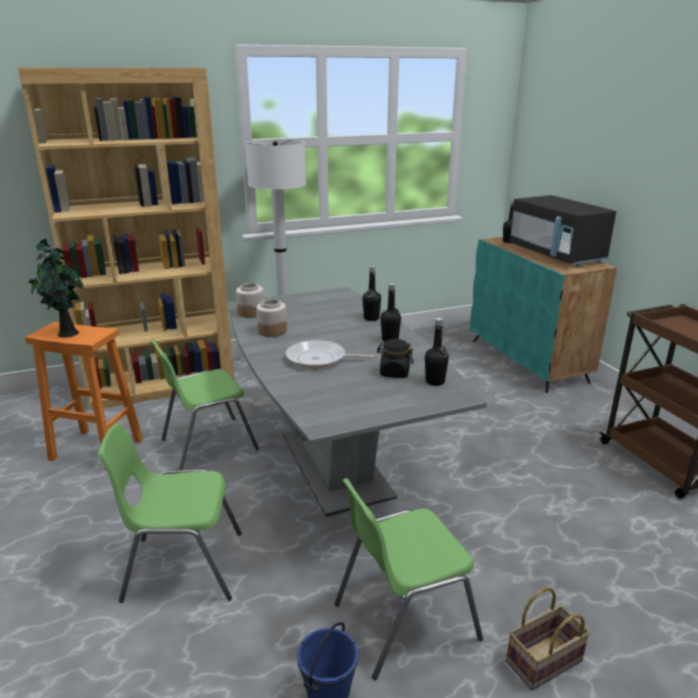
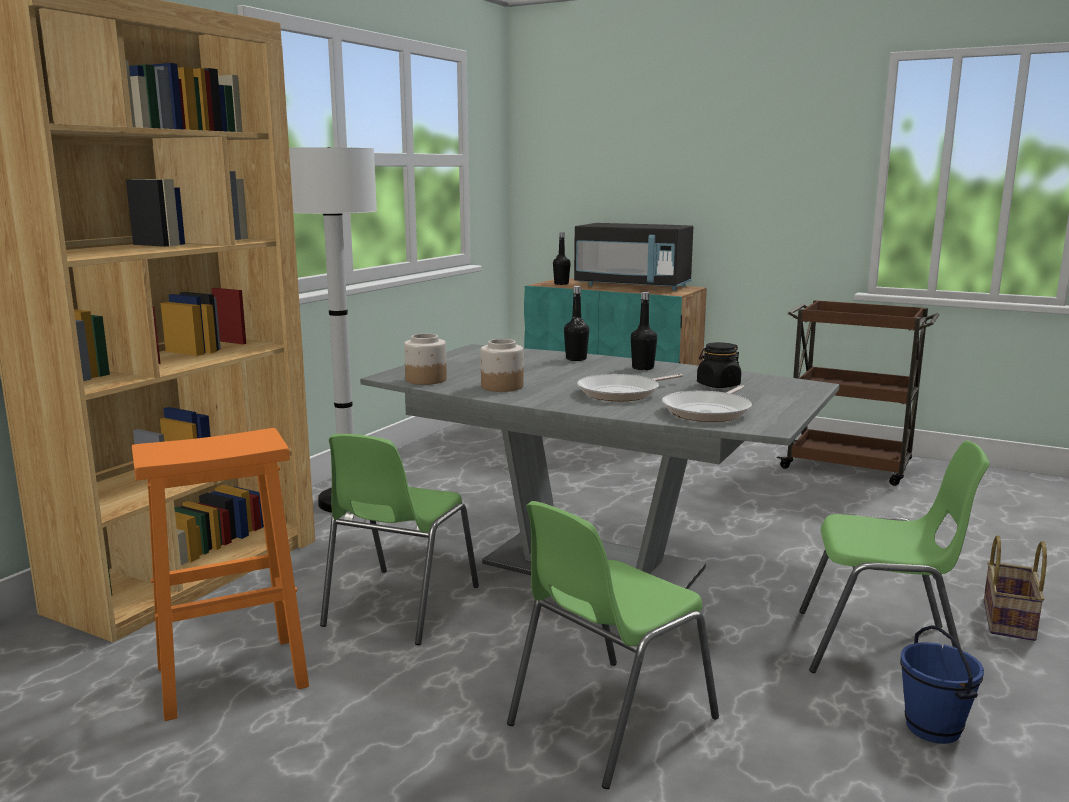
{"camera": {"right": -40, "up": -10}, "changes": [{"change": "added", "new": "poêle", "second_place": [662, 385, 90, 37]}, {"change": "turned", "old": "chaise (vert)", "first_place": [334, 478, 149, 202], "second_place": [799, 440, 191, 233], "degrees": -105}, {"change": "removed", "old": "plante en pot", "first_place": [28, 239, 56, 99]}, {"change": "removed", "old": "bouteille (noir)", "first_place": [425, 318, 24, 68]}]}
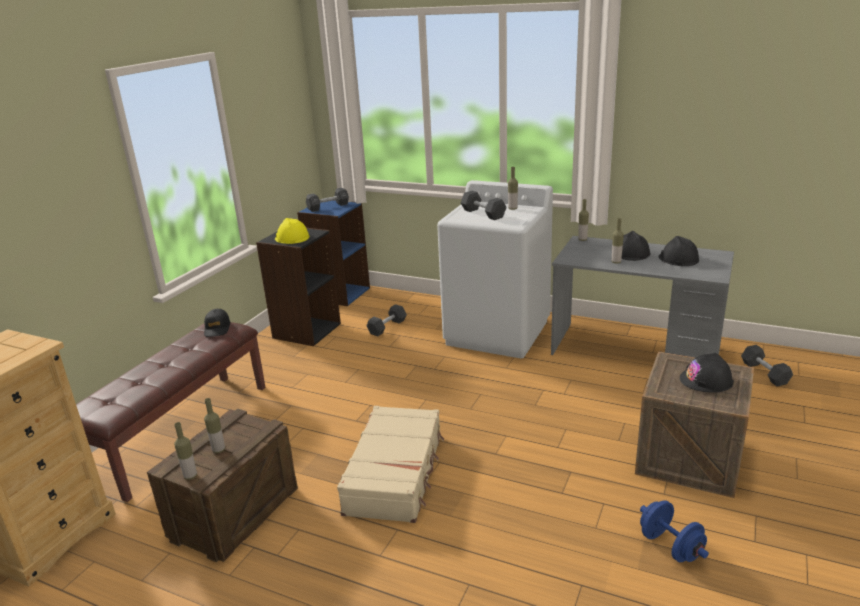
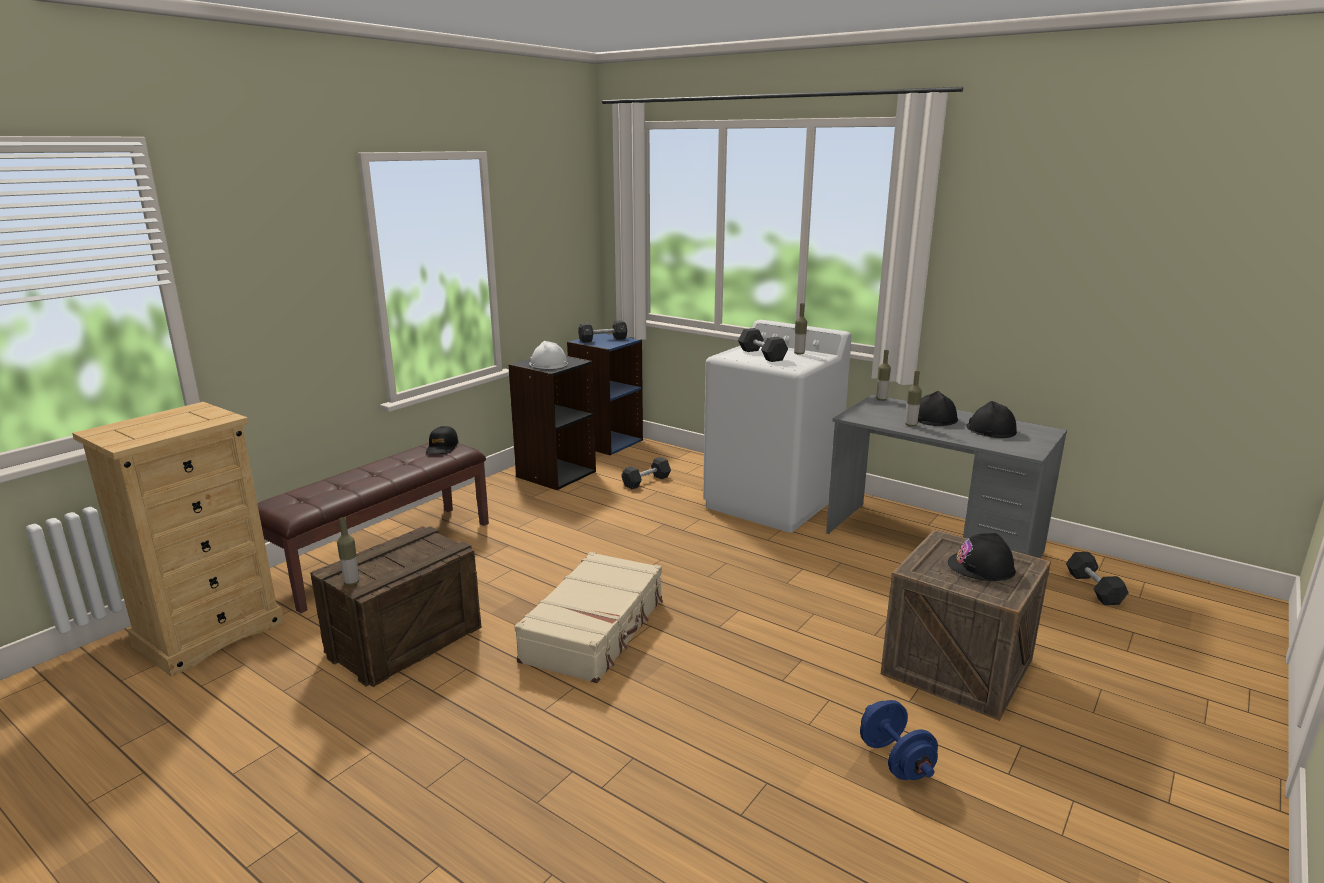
{"camera": {"right": 10, "up": -5}, "changes": [{"change": "recoloured", "old": "casque de chantier (jaune)", "new": "casque de chantier (blanc)", "first_place": [275, 218, 34, 26], "second_place": [529, 341, 39, 28]}, {"change": "removed", "old": "bouteille", "first_place": [204, 398, 21, 55]}]}
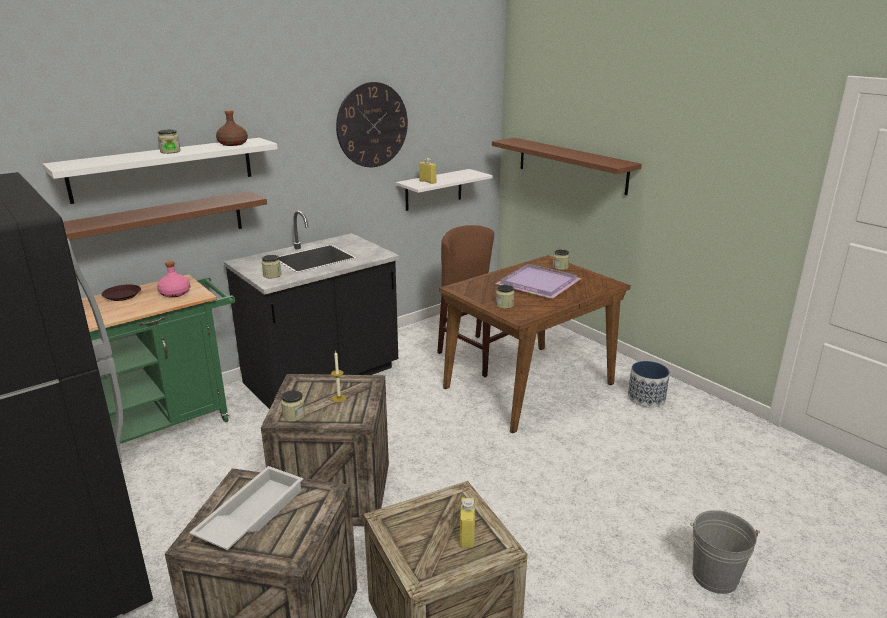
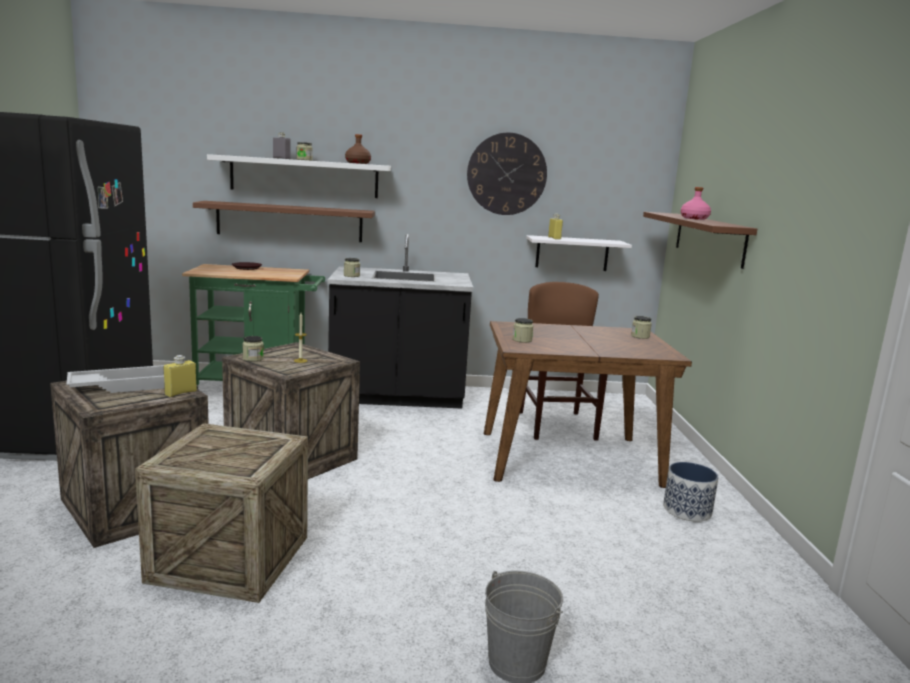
{"camera": {"right": 35, "up": -10}, "changes": [{"change": "moved", "old": "bouteille (jaune)", "first_place": [460, 498, 15, 50], "second_place": [163, 355, 34, 42]}, {"change": "added", "new": "bouteille (gris)", "second_place": [273, 132, 18, 27]}, {"change": "moved", "old": "bouteille (rose)", "first_place": [157, 261, 33, 37], "second_place": [681, 187, 30, 33]}, {"change": "removed", "old": "plateau (violet)", "first_place": [496, 263, 86, 36]}]}
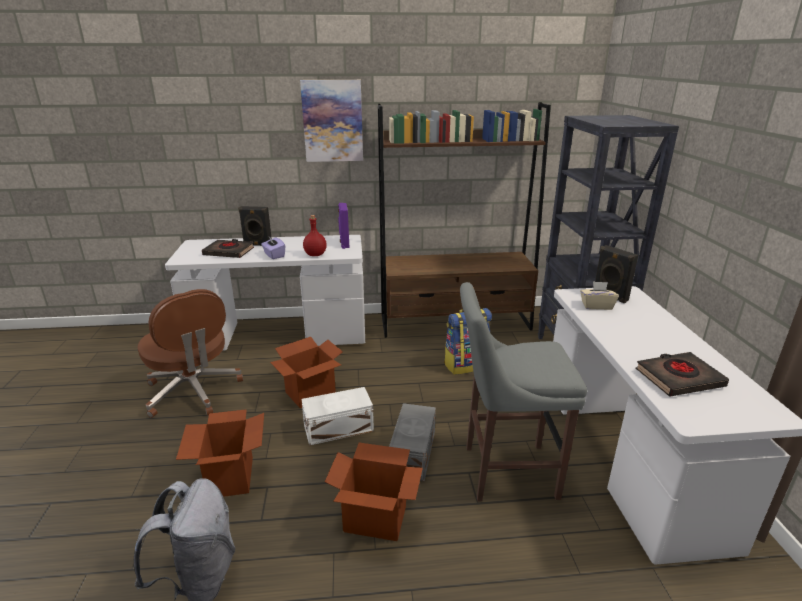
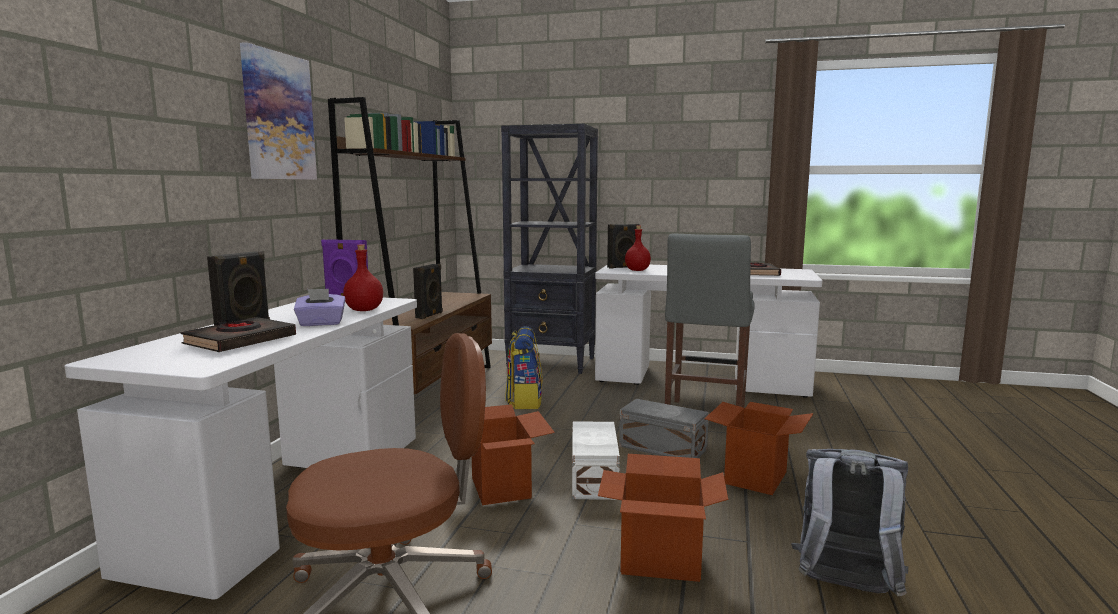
{"camera": {"right": -70, "up": -15}, "changes": [{"change": "added", "new": "enceinte (noir)", "second_place": [413, 264, 30, 55]}, {"change": "replaced", "old": "boîte à mouchoirs (beige)", "new": "bouteille (rouge)", "first_place": [580, 281, 39, 29], "second_place": [625, 225, 26, 46]}]}
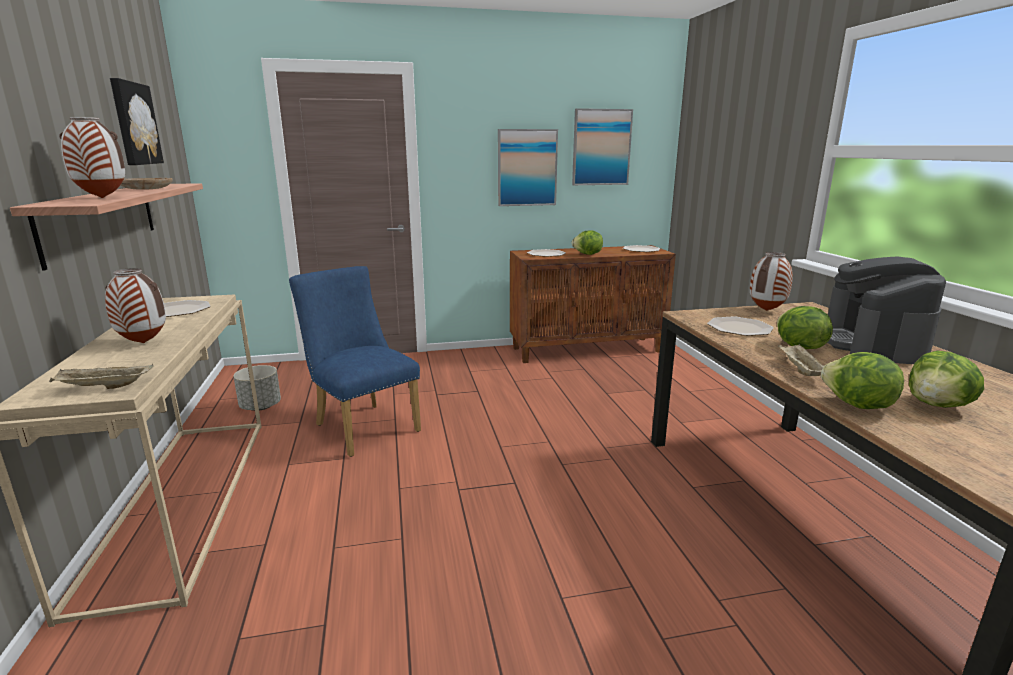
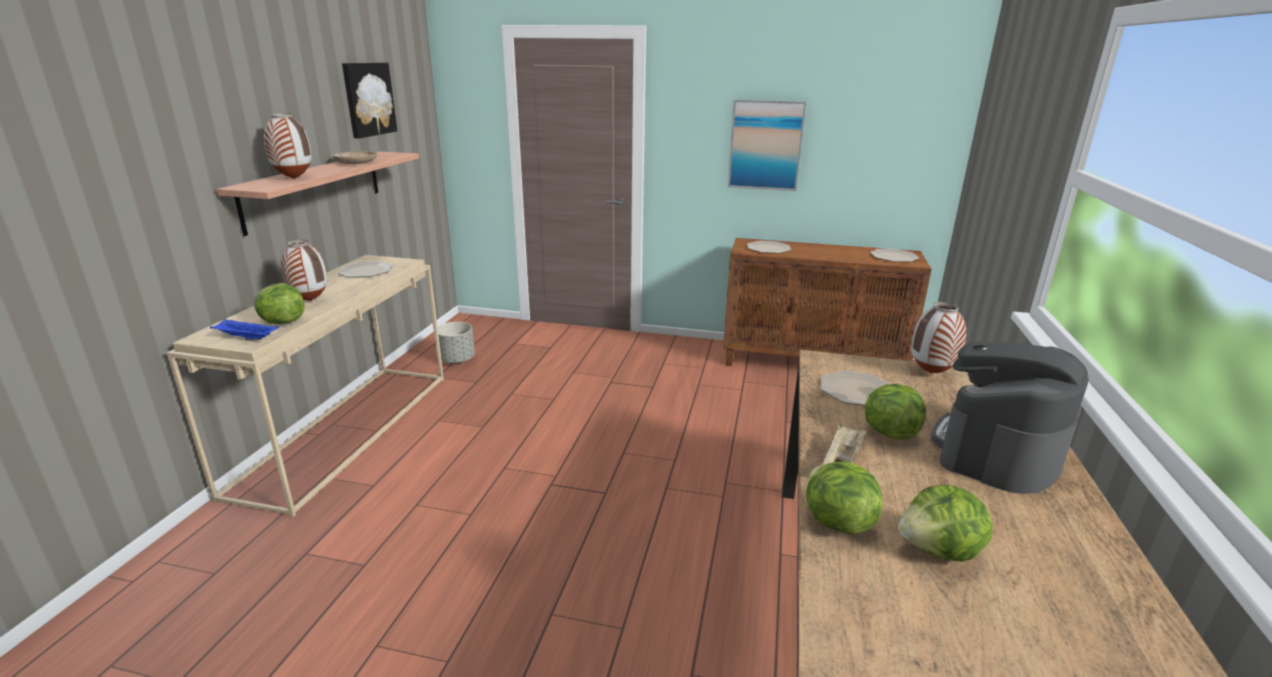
{"camera": {"right": 25, "up": 5}, "changes": [{"change": "recoloured", "old": "plateau (beige)", "new": "plateau (bleu)", "first_place": [49, 364, 105, 25], "second_place": [210, 319, 69, 22]}, {"change": "moved", "old": "laitue", "first_place": [572, 230, 31, 25], "second_place": [254, 283, 51, 41]}, {"change": "removed", "old": "chaise (bleu)", "first_place": [289, 266, 132, 191]}, {"change": "removed", "old": "tableau", "first_place": [572, 108, 61, 77]}]}
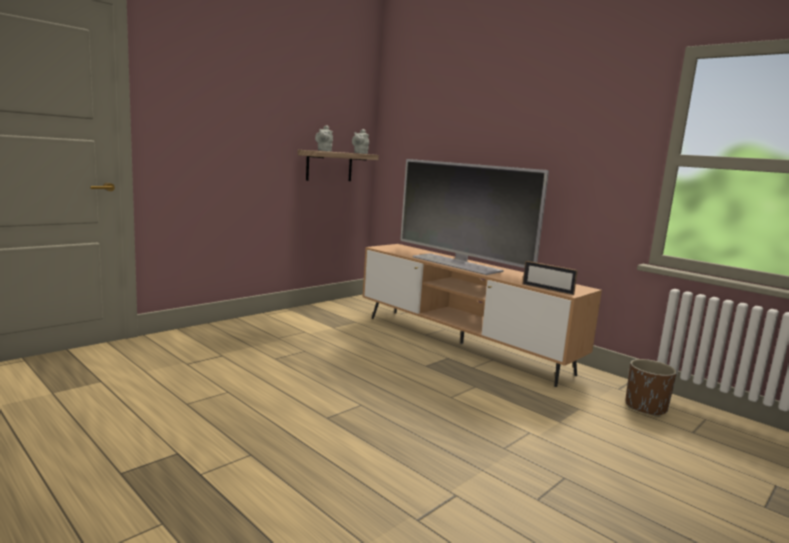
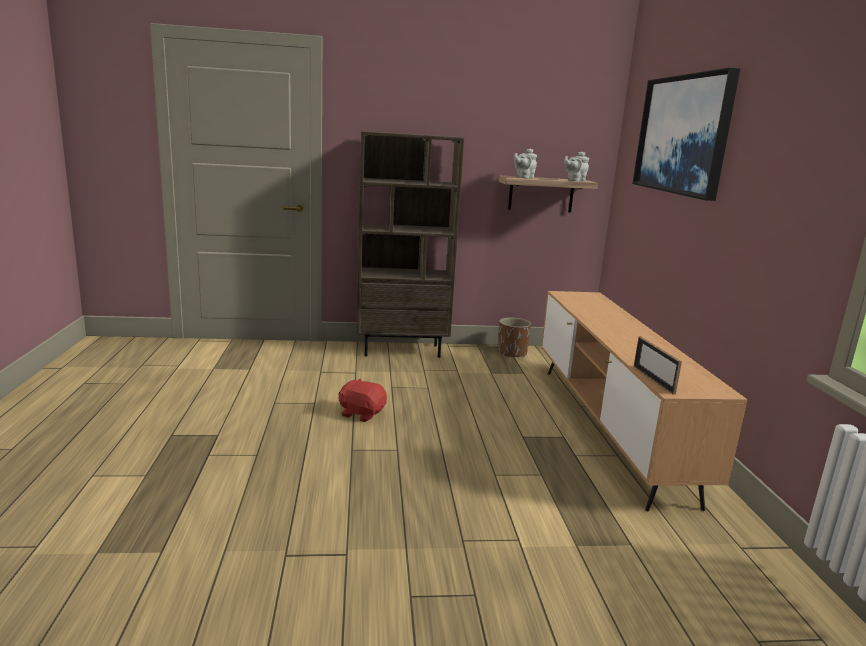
{"camera": {"right": 40, "up": 5}, "changes": [{"change": "added", "new": "peluche (rouge)", "second_place": [338, 378, 49, 44]}, {"change": "added", "new": "bibliothèque (marron)", "second_place": [357, 131, 107, 227]}, {"change": "moved", "old": "cache-pot (marron)", "first_place": [625, 359, 52, 58], "second_place": [498, 318, 33, 40]}, {"change": "added", "new": "tableau", "second_place": [633, 67, 108, 134]}, {"change": "removed", "old": "téléviseur", "first_place": [400, 159, 149, 116]}]}
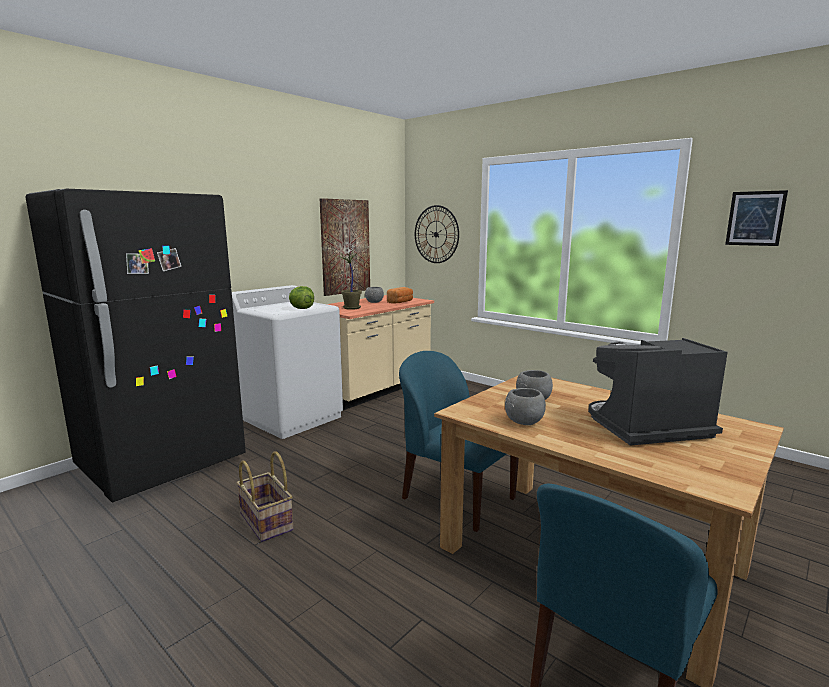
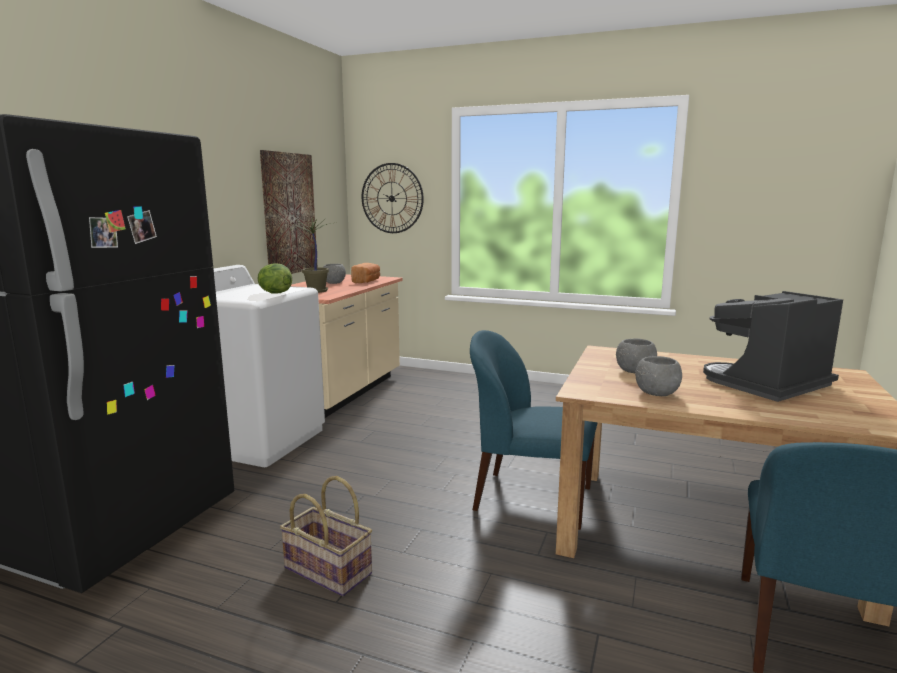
{"camera": {"right": -20, "up": 0}, "changes": [{"change": "removed", "old": "tableau", "first_place": [725, 190, 63, 56]}]}
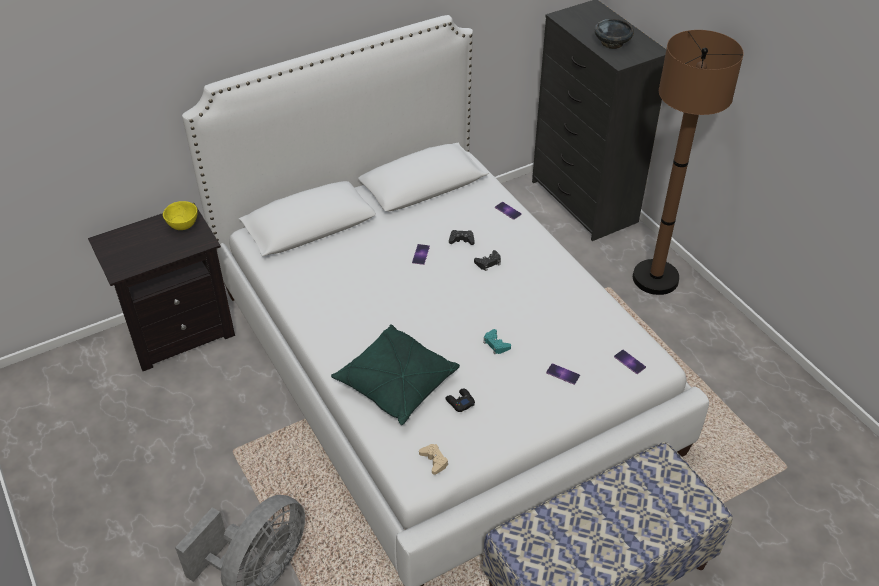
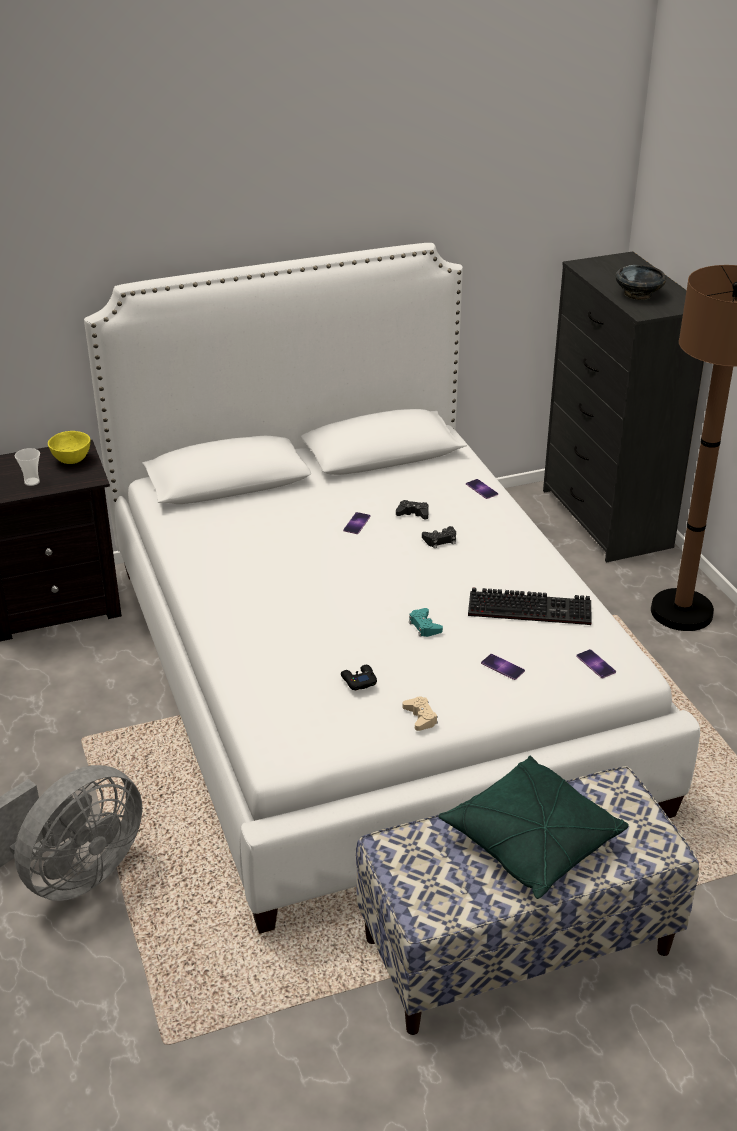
{"camera": {"right": 10, "up": -10}, "changes": [{"change": "added", "new": "tasse", "second_place": [15, 448, 25, 38]}, {"change": "moved", "old": "manette (beige)", "first_place": [419, 444, 29, 31], "second_place": [402, 697, 36, 34]}, {"change": "moved", "old": "coussin (vert)", "first_place": [331, 324, 129, 101], "second_place": [438, 756, 191, 143]}, {"change": "added", "new": "clavier", "second_place": [468, 588, 124, 37]}]}
